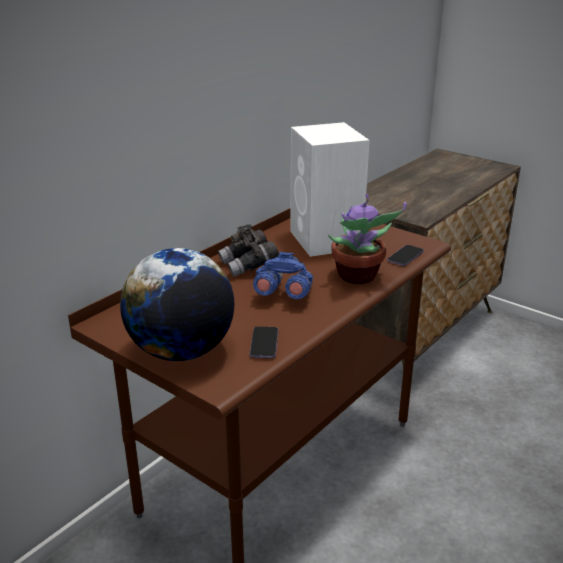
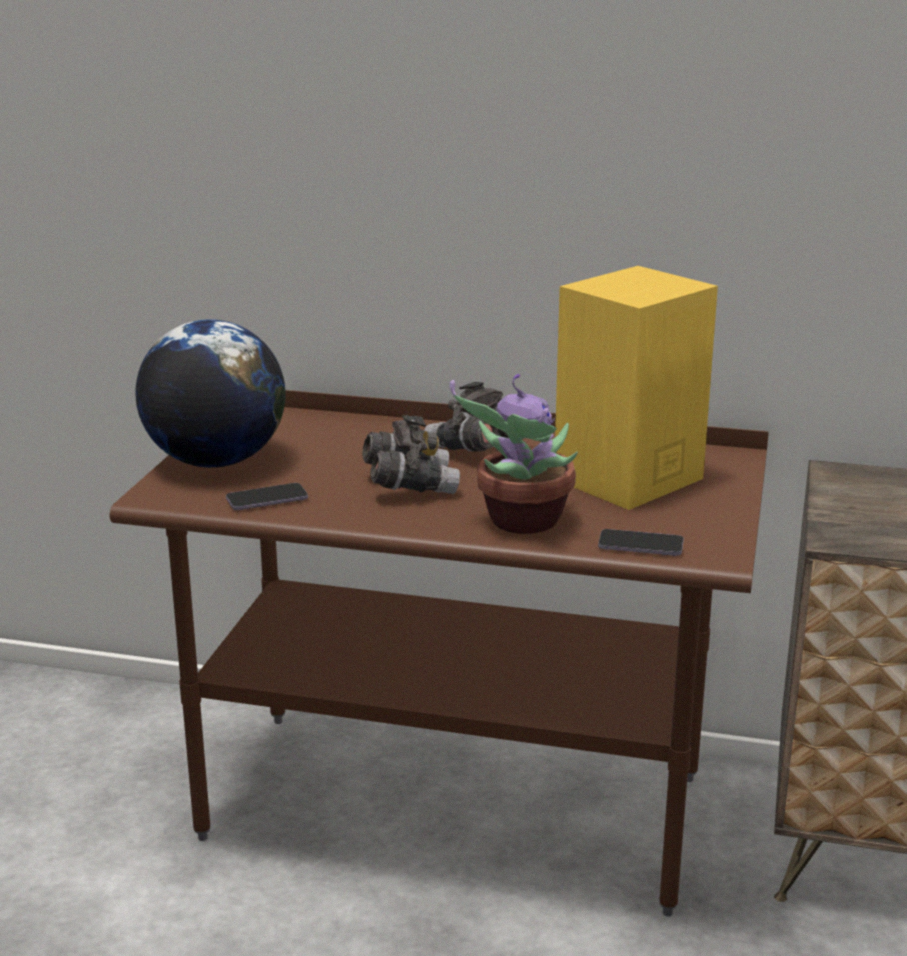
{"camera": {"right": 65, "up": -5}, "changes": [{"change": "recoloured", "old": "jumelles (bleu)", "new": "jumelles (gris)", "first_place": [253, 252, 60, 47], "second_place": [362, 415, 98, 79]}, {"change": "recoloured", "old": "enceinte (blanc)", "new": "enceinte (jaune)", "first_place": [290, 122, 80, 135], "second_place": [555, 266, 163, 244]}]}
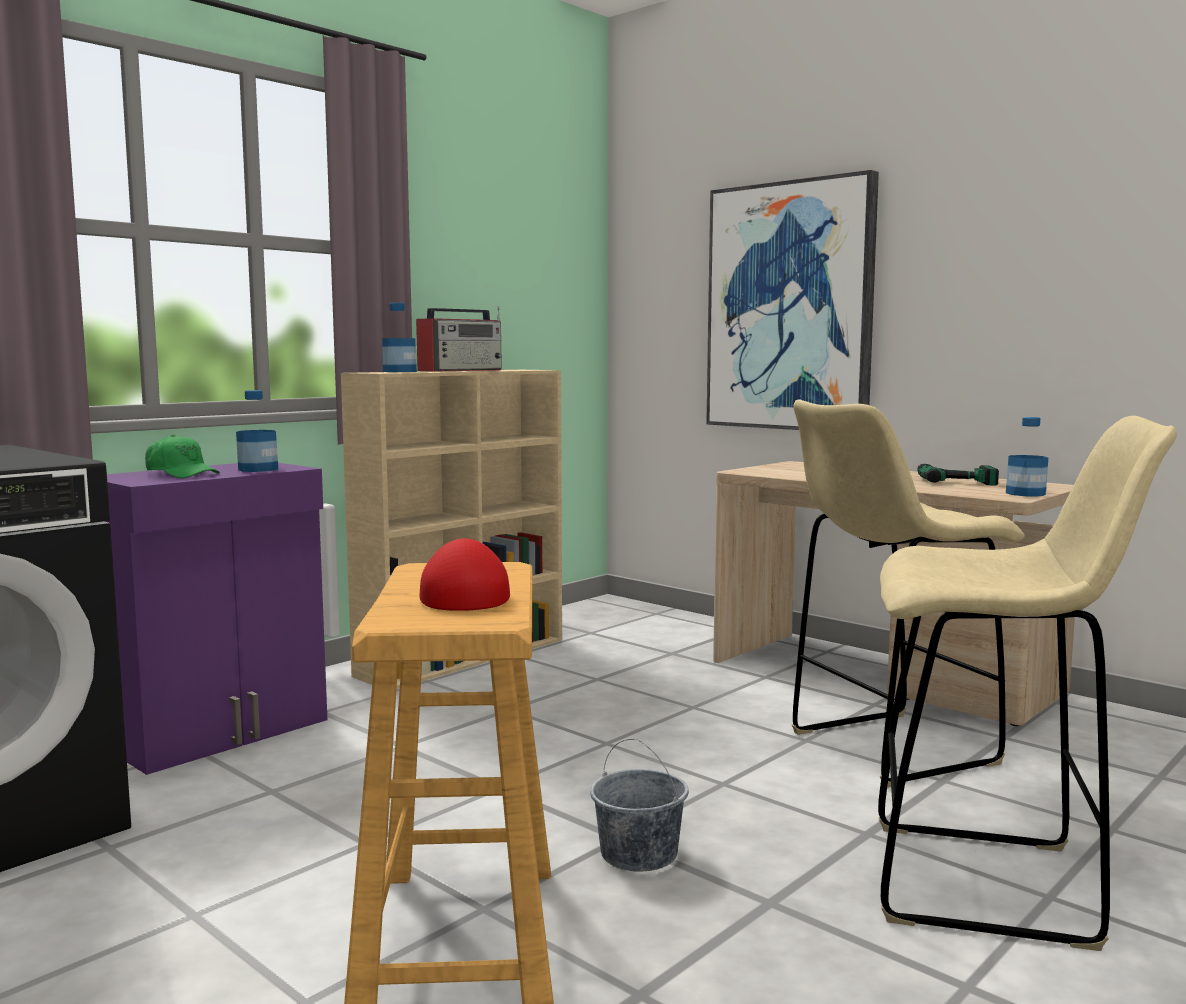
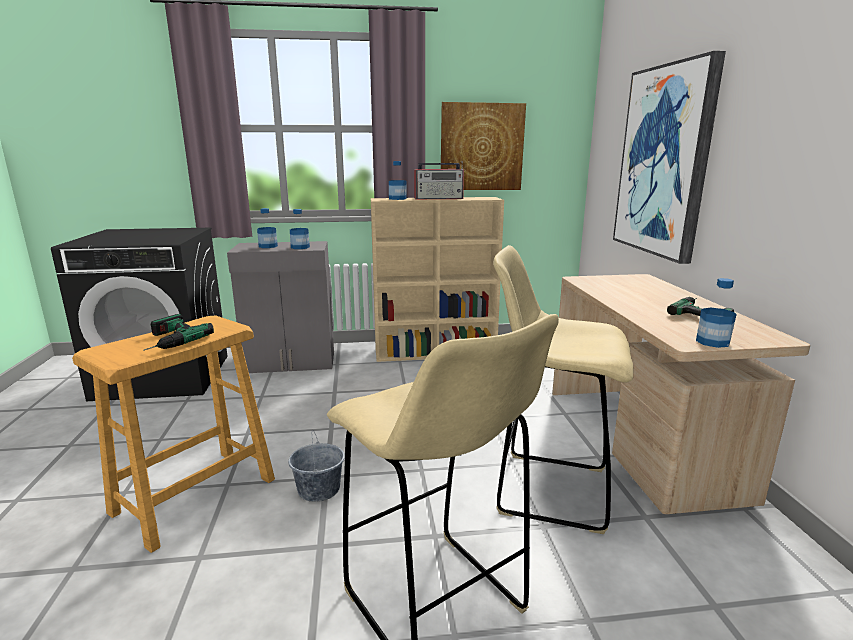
{"camera": {"right": 40, "up": 10}, "changes": [{"change": "replaced", "old": "casquette (rouge)", "new": "perceuse", "first_place": [419, 538, 91, 73], "second_place": [143, 314, 71, 37]}, {"change": "recoloured", "old": "meuble de rangement (violet)", "new": "meuble de rangement (gris)", "first_place": [104, 463, 223, 312], "second_place": [227, 241, 107, 132]}, {"change": "replaced", "old": "casquette (vert)", "new": "bouteille", "first_place": [145, 435, 75, 43], "second_place": [257, 208, 21, 40]}, {"change": "added", "new": "tableau", "second_place": [441, 102, 85, 88]}]}
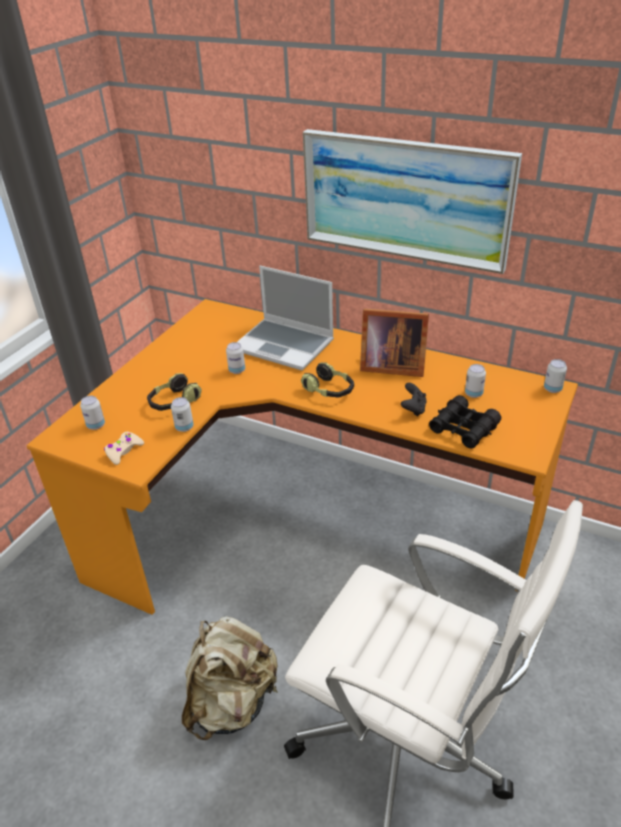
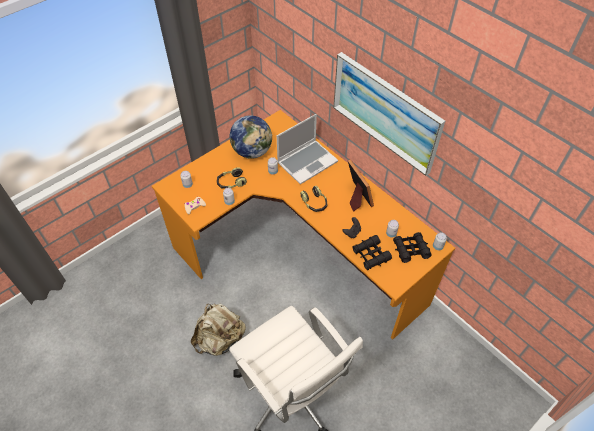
{"camera": {"right": 20, "up": 15}, "changes": [{"change": "added", "new": "globe", "second_place": [230, 115, 43, 44]}, {"change": "turned", "old": "ordinateur portable", "first_place": [237, 266, 97, 105], "second_place": [277, 114, 61, 71], "degrees": -90}, {"change": "turned", "old": "cadre photo", "first_place": [360, 309, 69, 68], "second_place": [348, 159, 26, 53], "degrees": -150}, {"change": "added", "new": "jumelles (noir)", "second_place": [393, 232, 38, 31]}]}
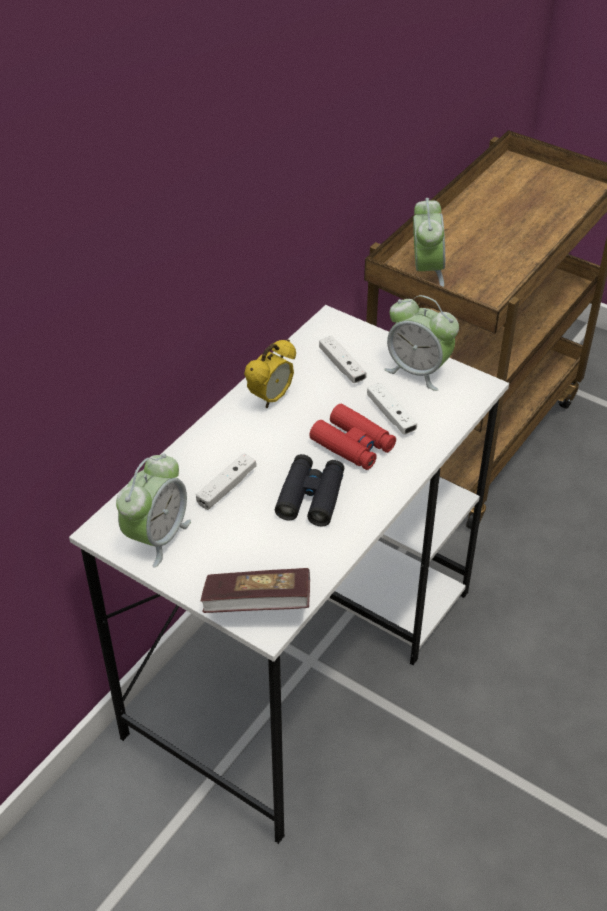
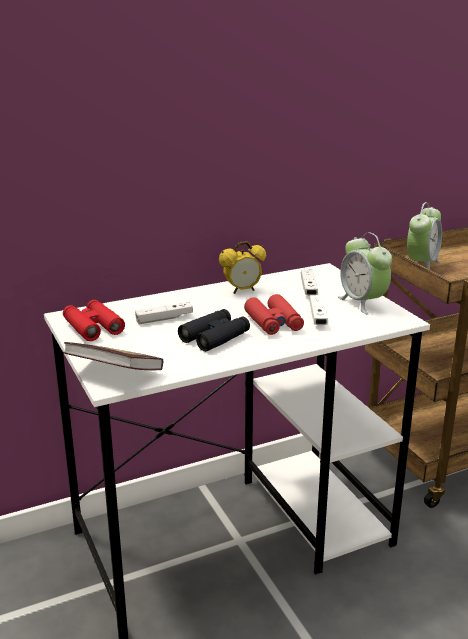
{"camera": {"right": 30, "up": -20}, "changes": [{"change": "replaced", "old": "réveil", "new": "jumelles (rouge)", "first_place": [116, 454, 75, 113], "second_place": [63, 300, 62, 41]}]}
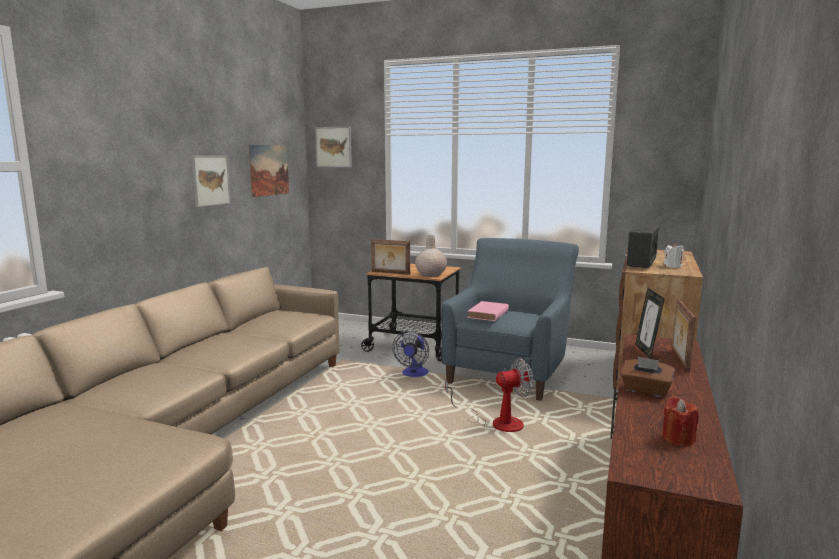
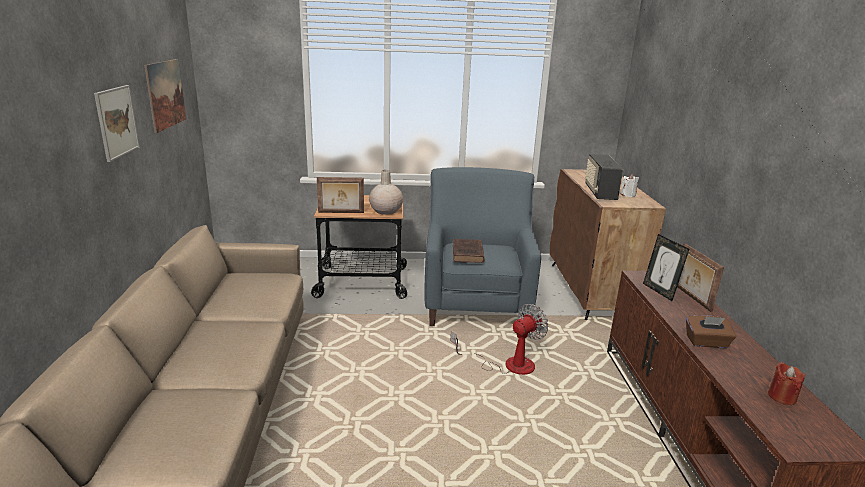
{"camera": {"right": -25, "up": 10}, "changes": [{"change": "recoloured", "old": "livre (rose)", "new": "livre (marron)", "first_place": [467, 301, 42, 20], "second_place": [453, 239, 32, 24]}, {"change": "removed", "old": "tableau", "first_place": [315, 127, 37, 40]}, {"change": "removed", "old": "ventilateur", "first_place": [392, 331, 37, 46]}]}
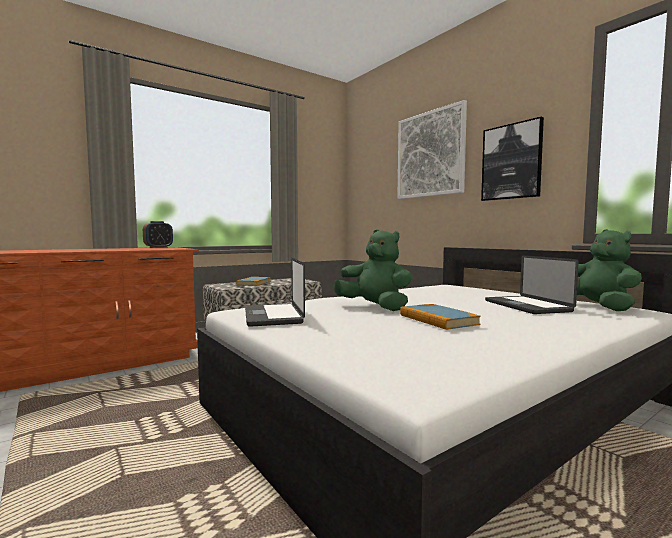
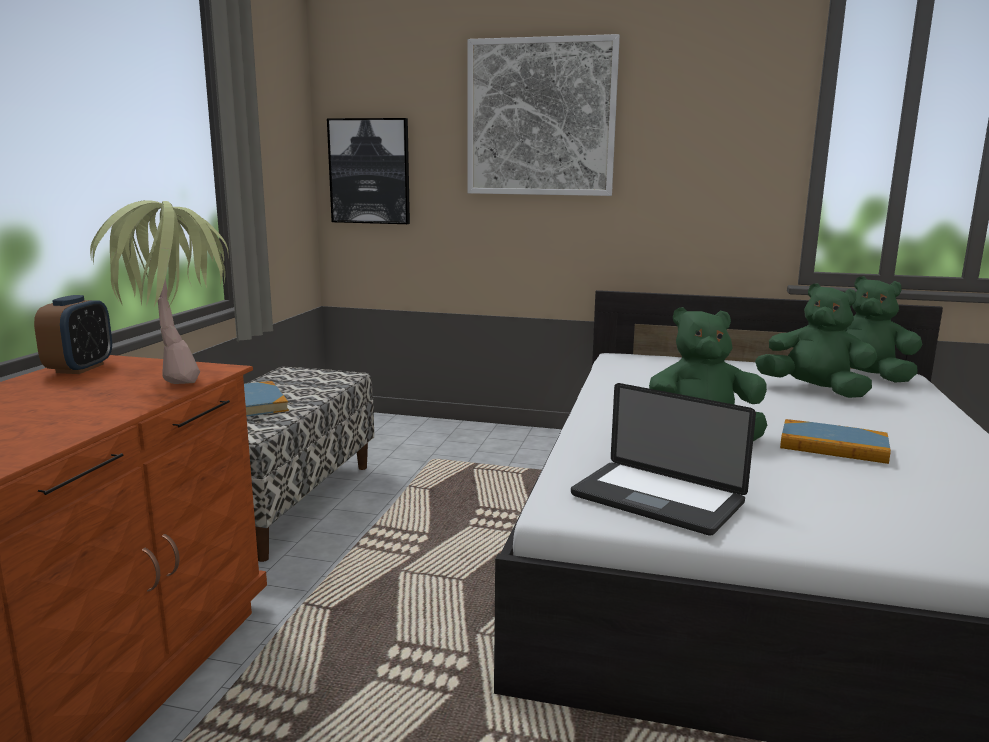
{"camera": {"right": -40, "up": 10}, "changes": [{"change": "added", "new": "plante en pot", "second_place": [90, 200, 139, 184]}, {"change": "moved", "old": "tableau", "first_place": [481, 117, 63, 84], "second_place": [327, 118, 83, 106]}, {"change": "replaced", "old": "ordinateur portable", "new": "peluche (vert)", "first_place": [485, 255, 94, 59], "second_place": [755, 283, 122, 115]}]}
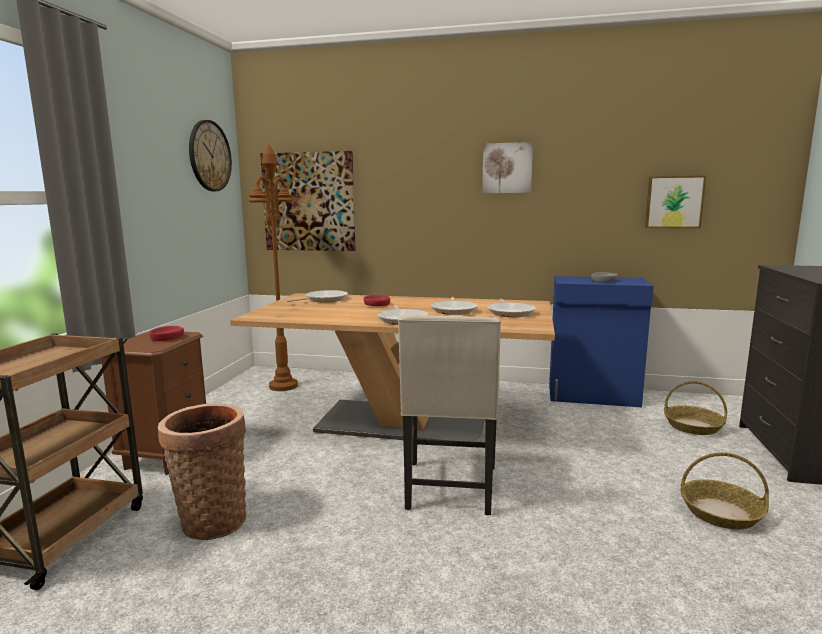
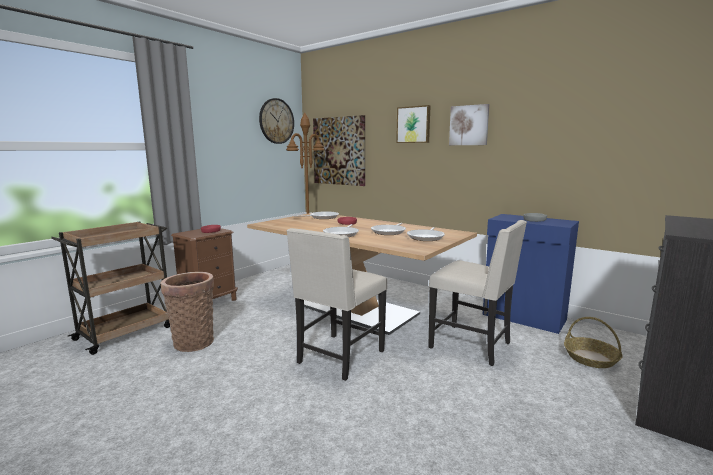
{"camera": {"right": 25, "up": 0}, "changes": [{"change": "moved", "old": "tableau", "first_place": [645, 176, 61, 52], "second_place": [396, 105, 35, 38]}, {"change": "added", "new": "chaise (beige)", "second_place": [428, 220, 99, 146]}, {"change": "removed", "old": "panier", "first_place": [681, 452, 88, 78]}]}
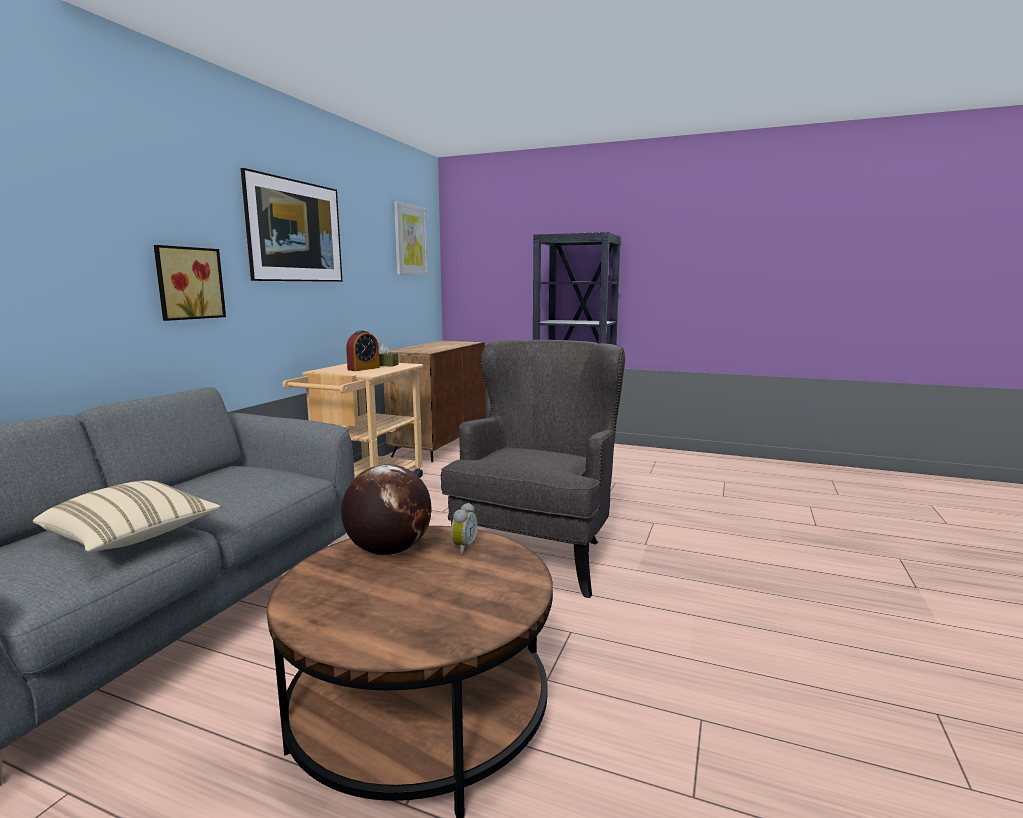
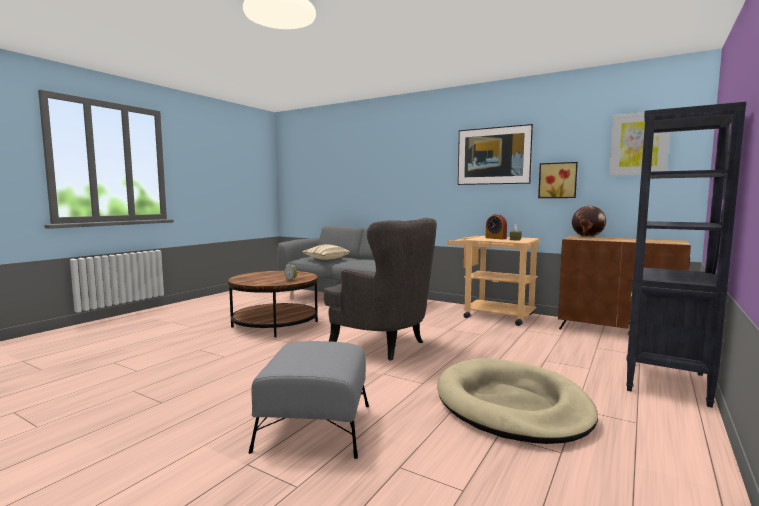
{"camera": {"right": 100, "up": -5}, "changes": [{"change": "added", "new": "pouf (gris)", "second_place": [249, 341, 120, 118]}, {"change": "added", "new": "panier pour chien (beige)", "second_place": [437, 358, 161, 86]}, {"change": "moved", "old": "tableau", "first_place": [154, 245, 72, 76], "second_place": [538, 162, 40, 36]}, {"change": "moved", "old": "globe", "first_place": [341, 464, 91, 91], "second_place": [572, 206, 34, 31]}]}
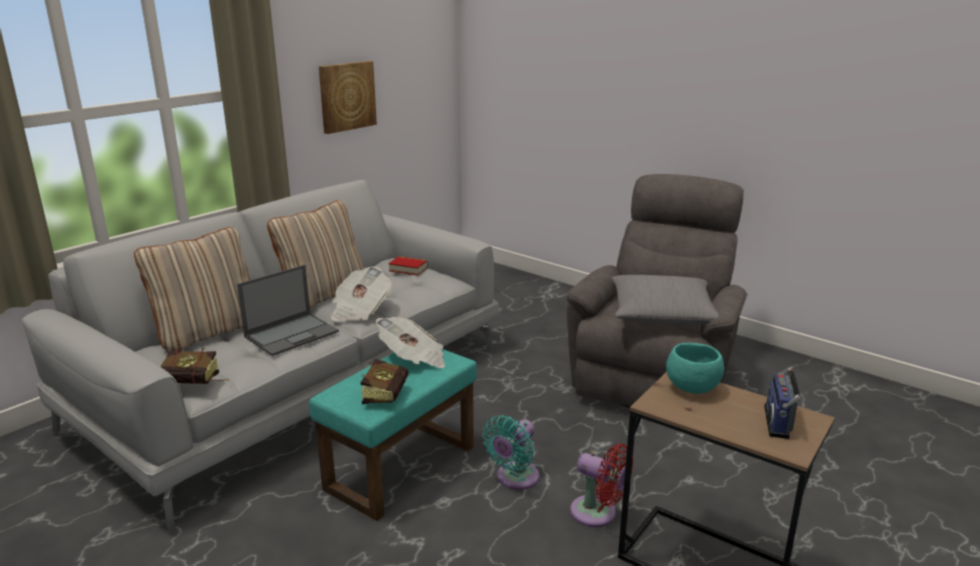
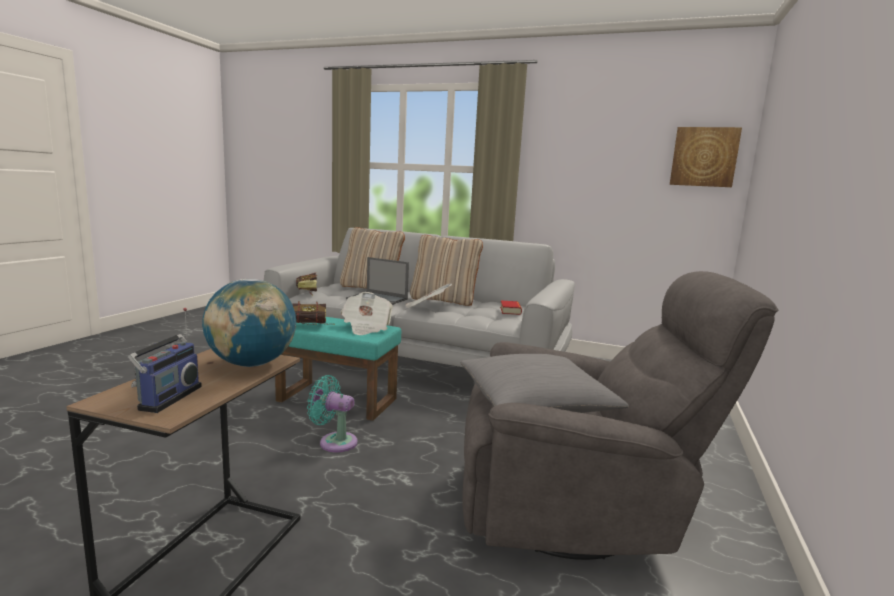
{"camera": {"right": 70, "up": -10}, "changes": [{"change": "turned", "old": "radio", "first_place": [764, 367, 36, 72], "second_place": [128, 308, 74, 105], "degrees": 105}, {"change": "replaced", "old": "bol (turquoise)", "new": "globe", "first_place": [666, 343, 58, 51], "second_place": [202, 279, 94, 88]}, {"change": "moved", "old": "tableau", "first_place": [319, 61, 58, 73], "second_place": [670, 127, 72, 60]}, {"change": "removed", "old": "ventilateur (rouge)", "first_place": [570, 444, 64, 83]}]}
